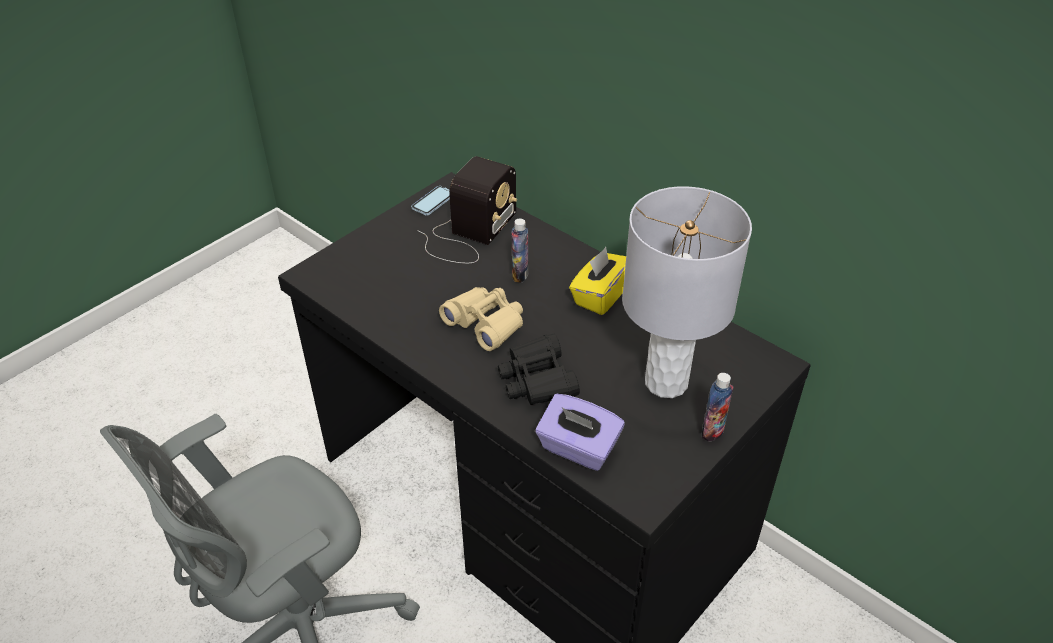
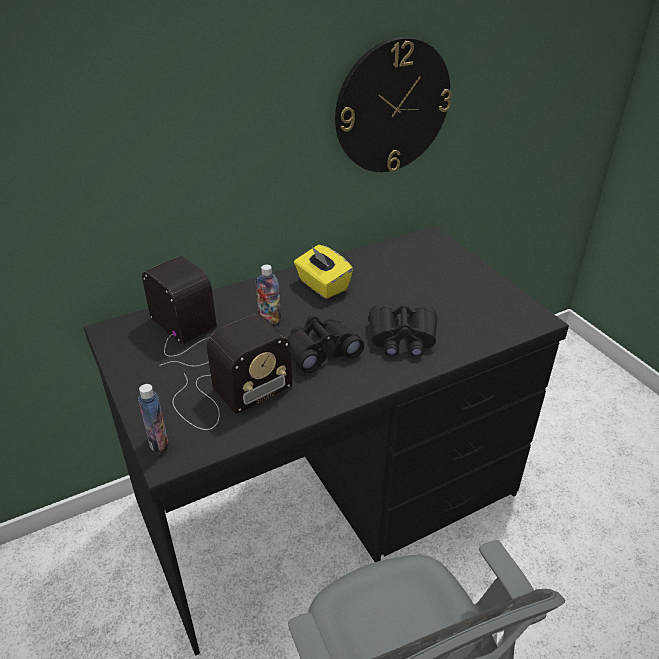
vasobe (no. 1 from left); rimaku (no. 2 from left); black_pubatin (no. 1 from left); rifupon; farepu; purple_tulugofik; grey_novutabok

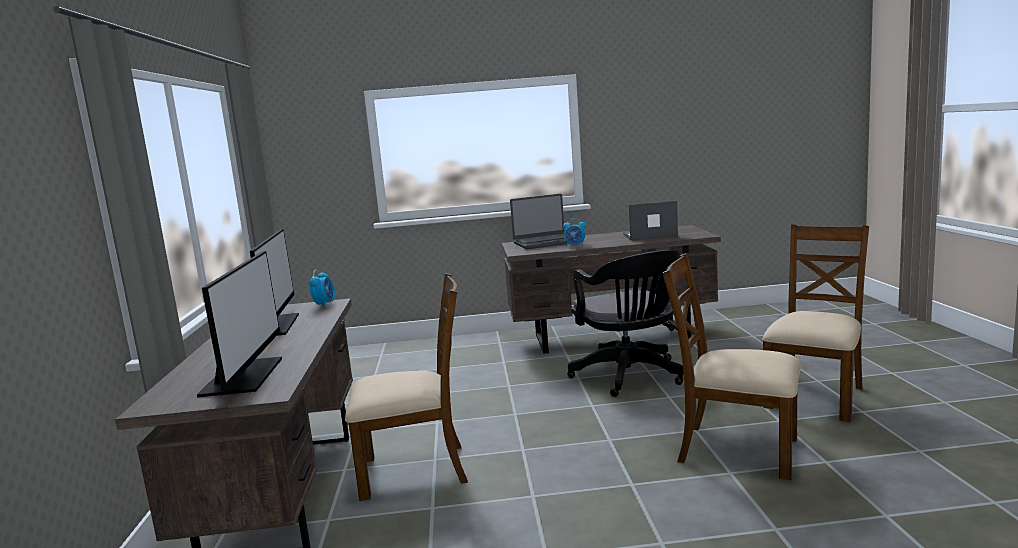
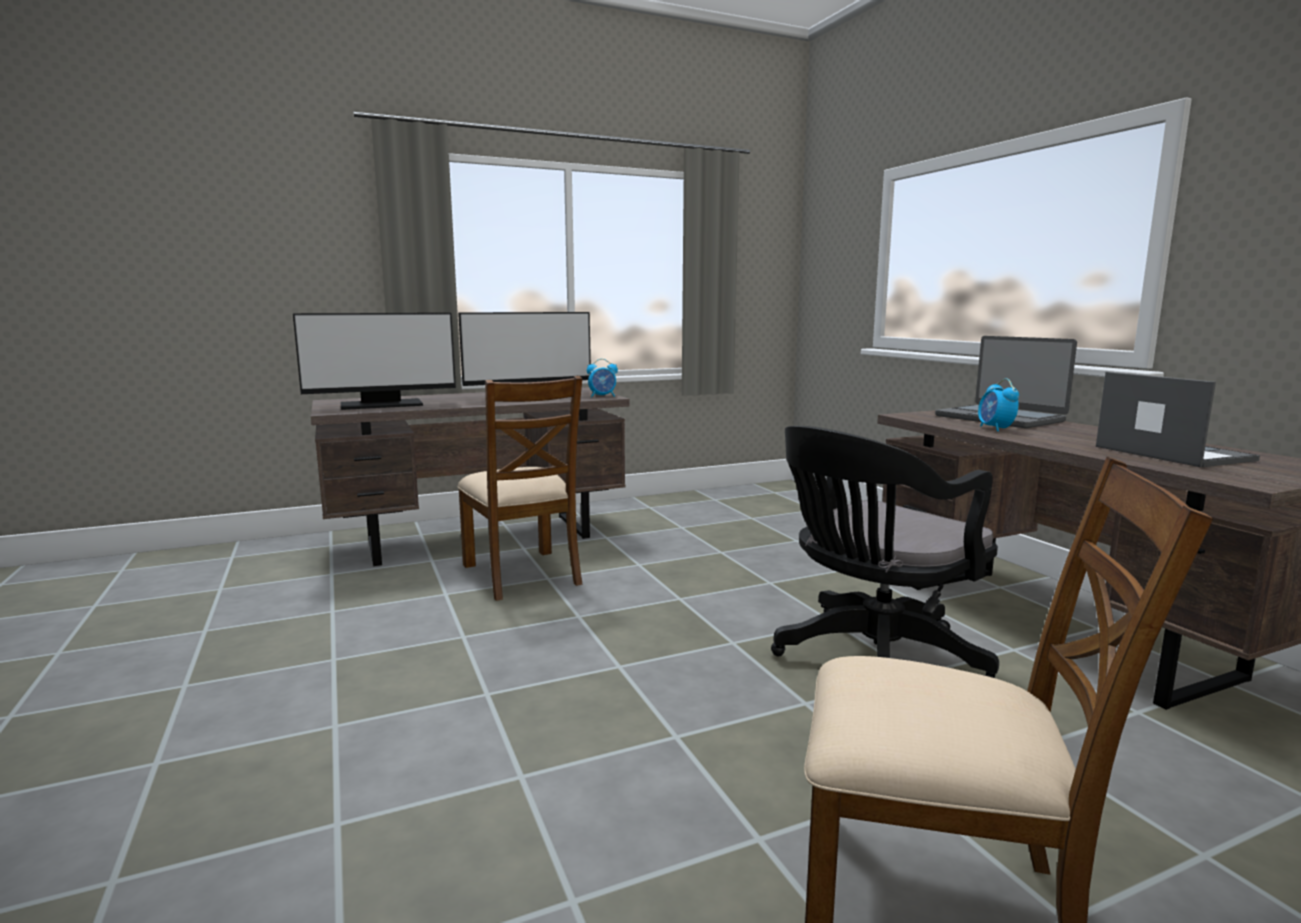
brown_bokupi (no. 2 from left in the first image)

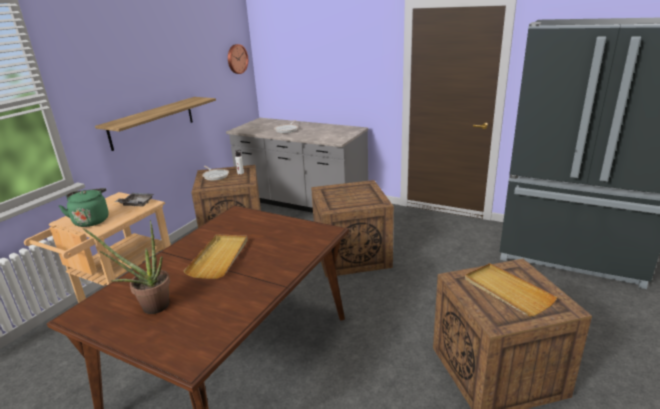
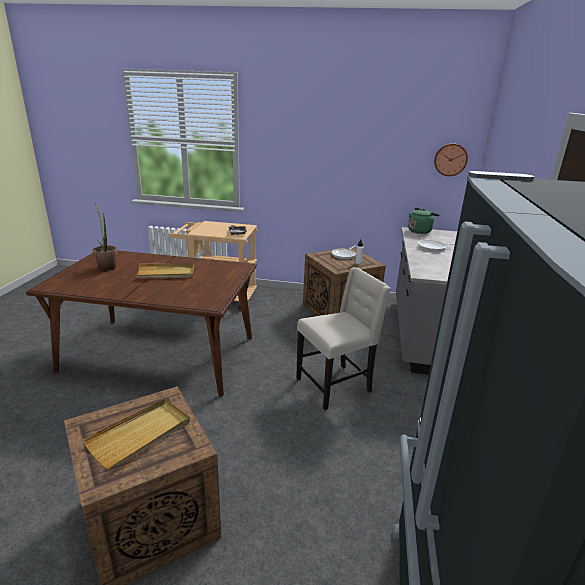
beige_bokupi; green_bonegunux; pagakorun

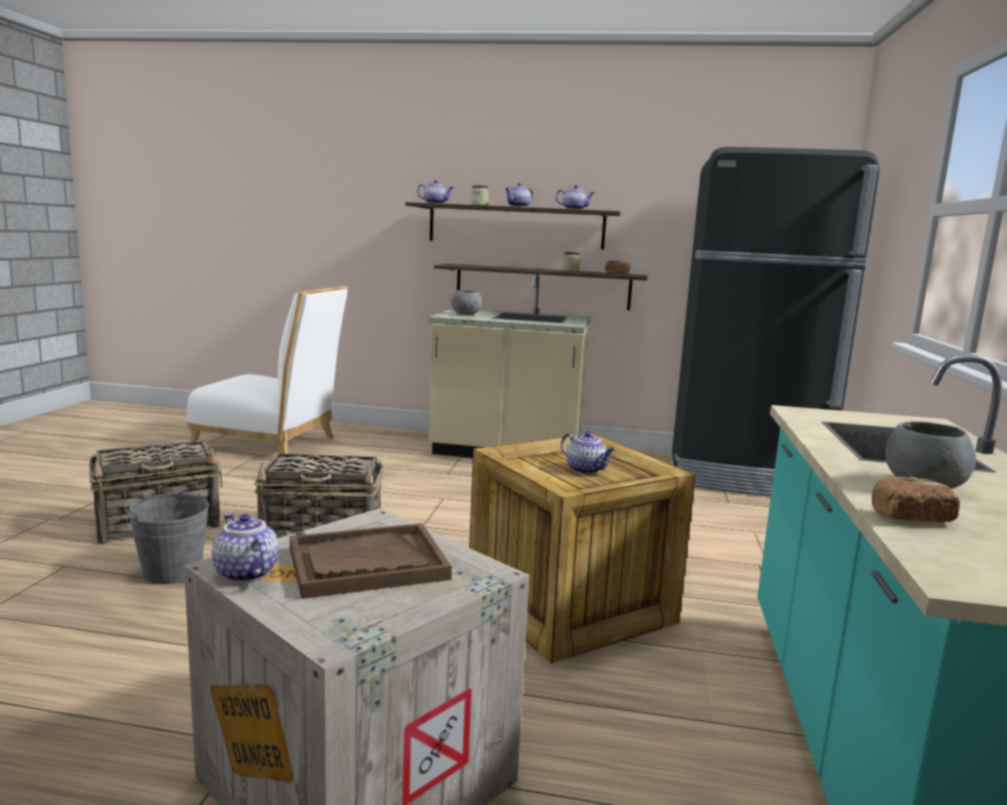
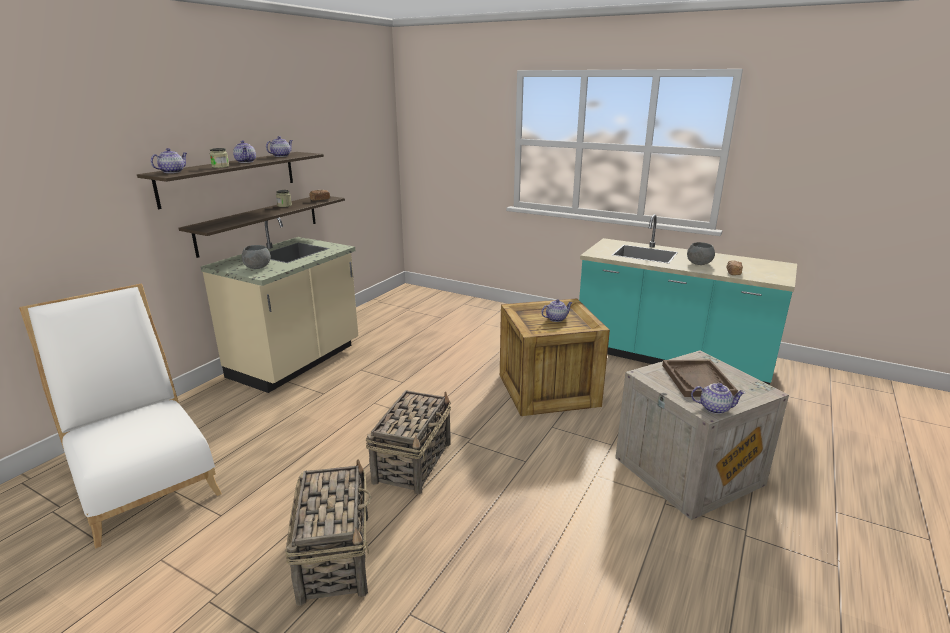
white_bokupi; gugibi (no. 5 from left); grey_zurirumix; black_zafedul

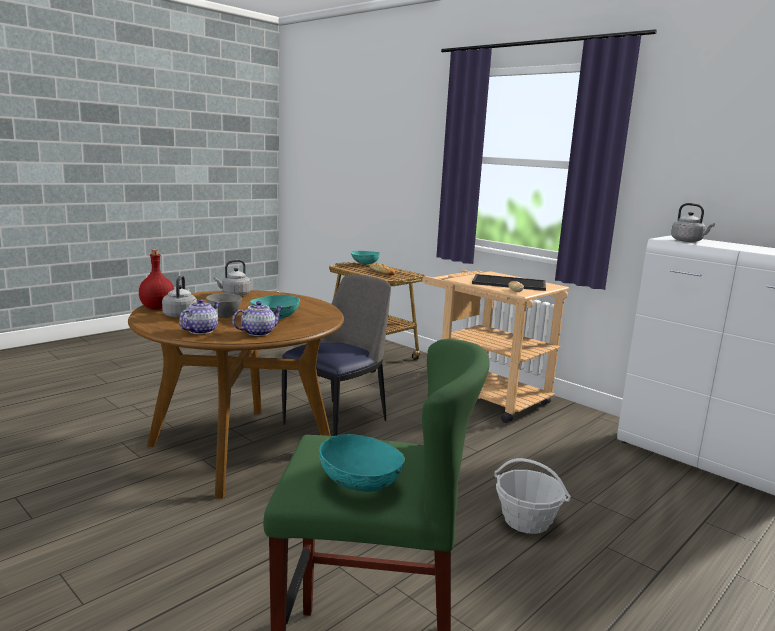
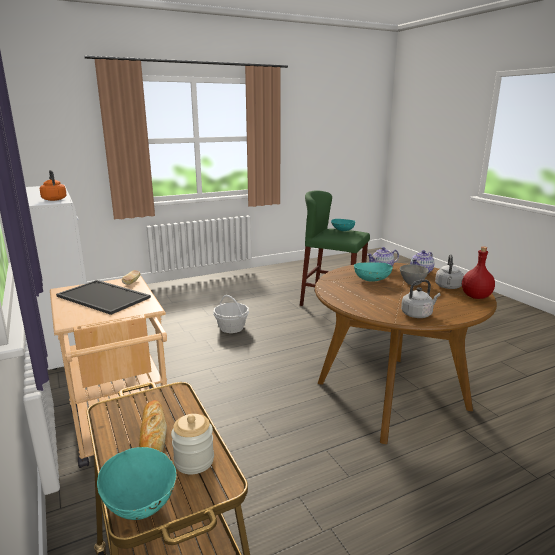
orange_bonegunux; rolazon; bokupi

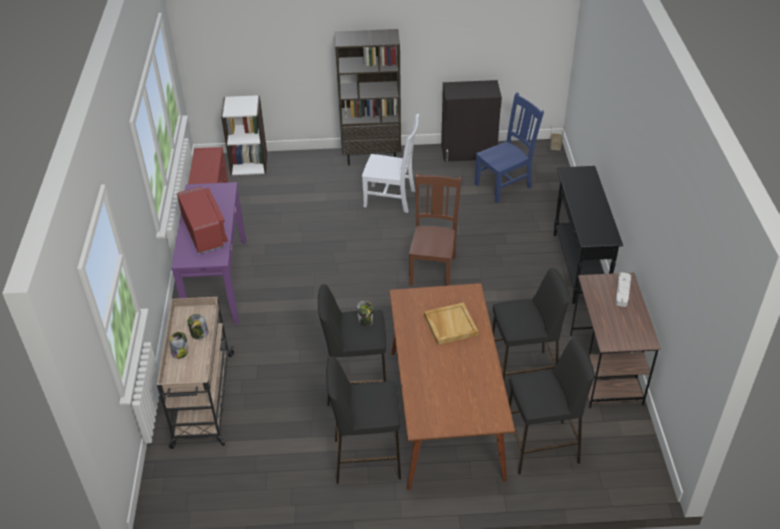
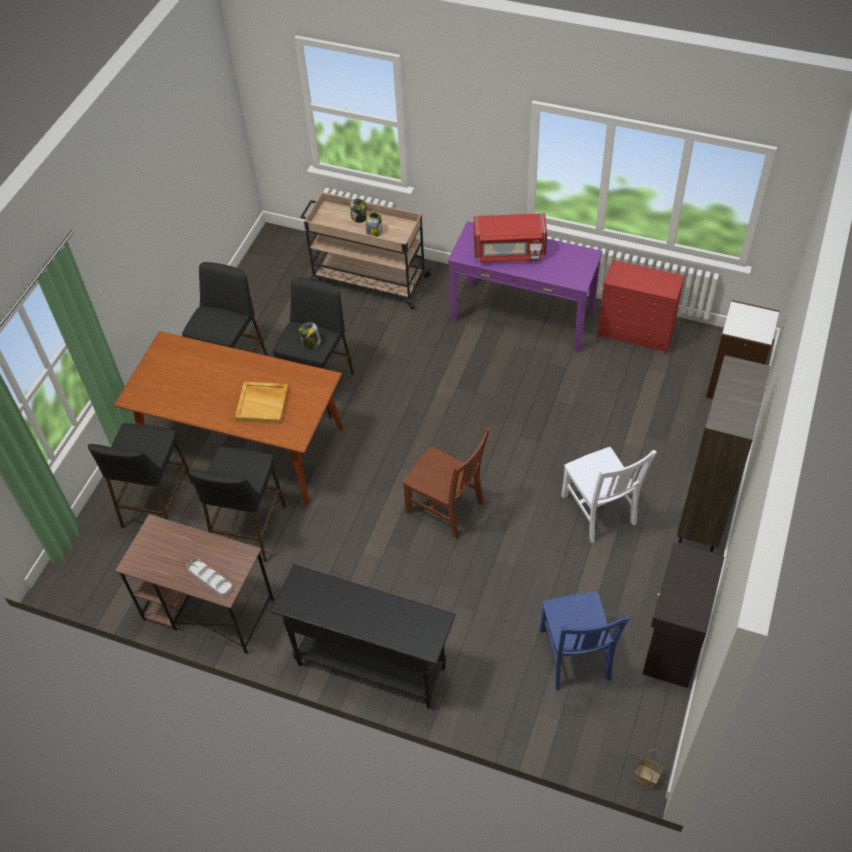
white_bokupi

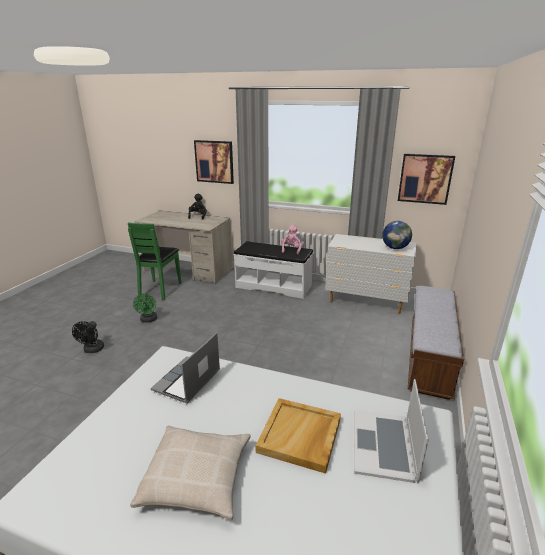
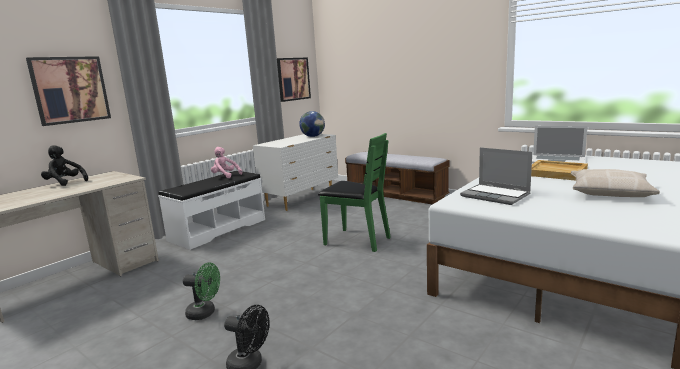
green_bokupi

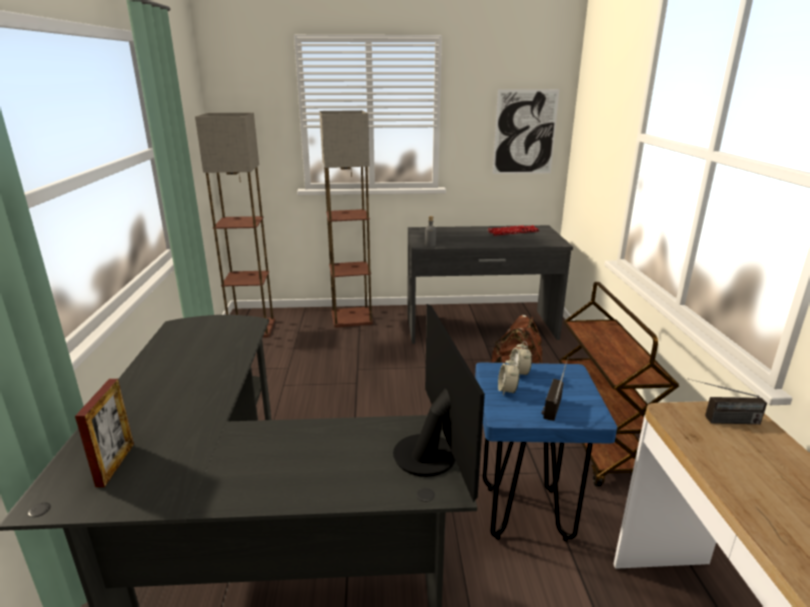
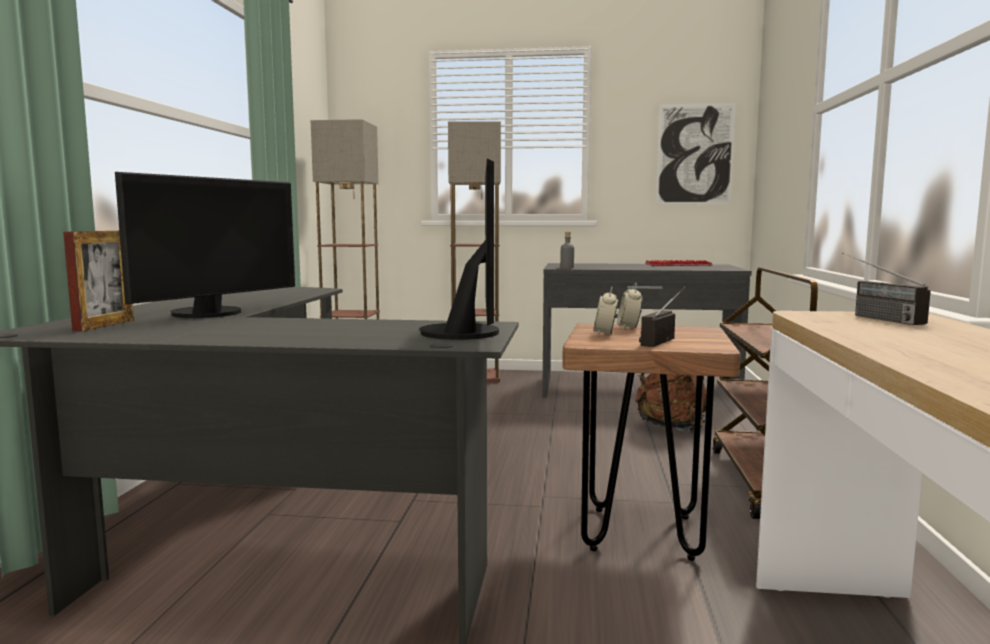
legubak (no. 1 from left); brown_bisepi; rimaku (no. 2 from left)

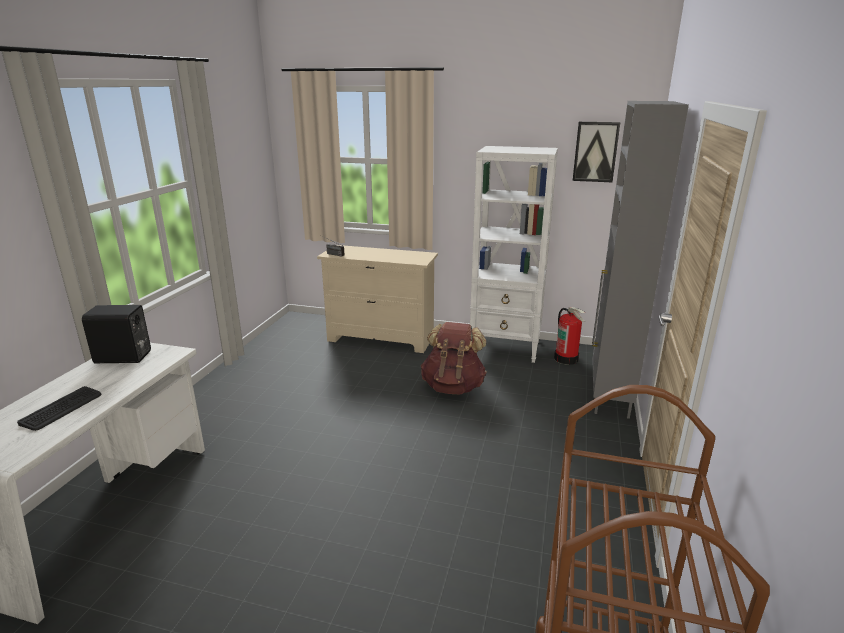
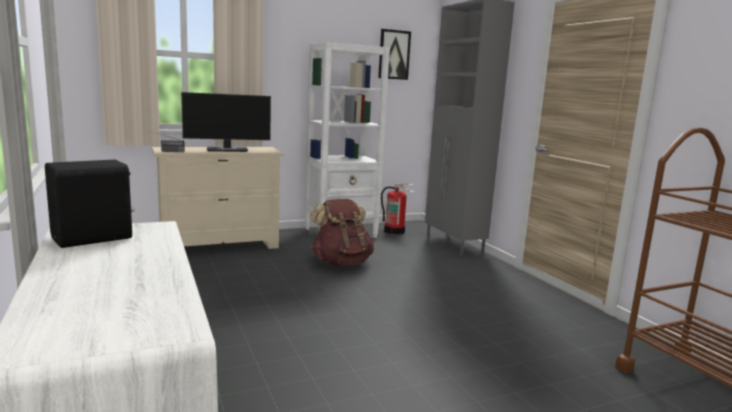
legubak; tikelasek

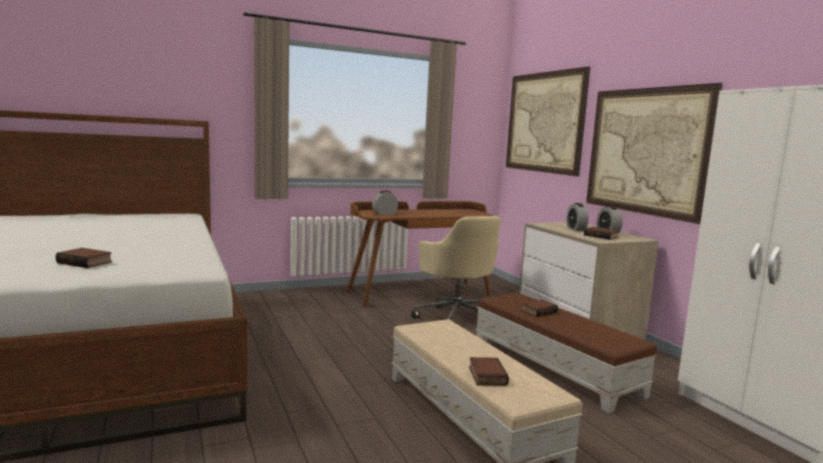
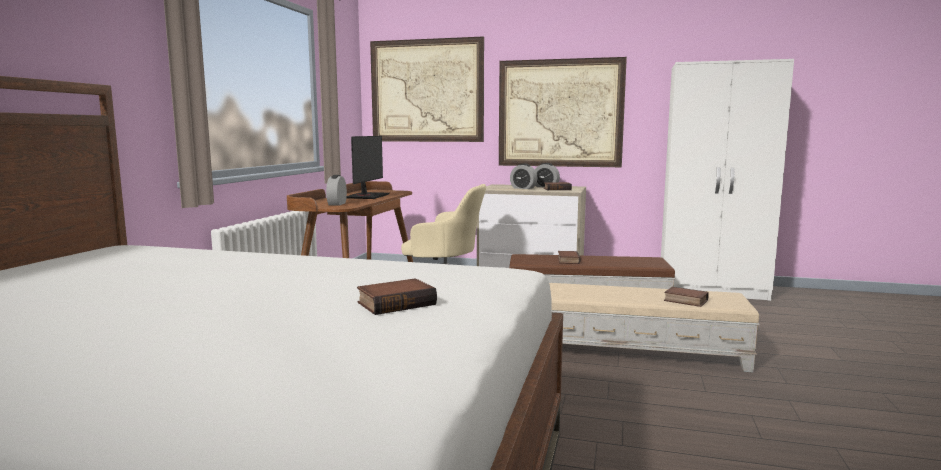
legubak

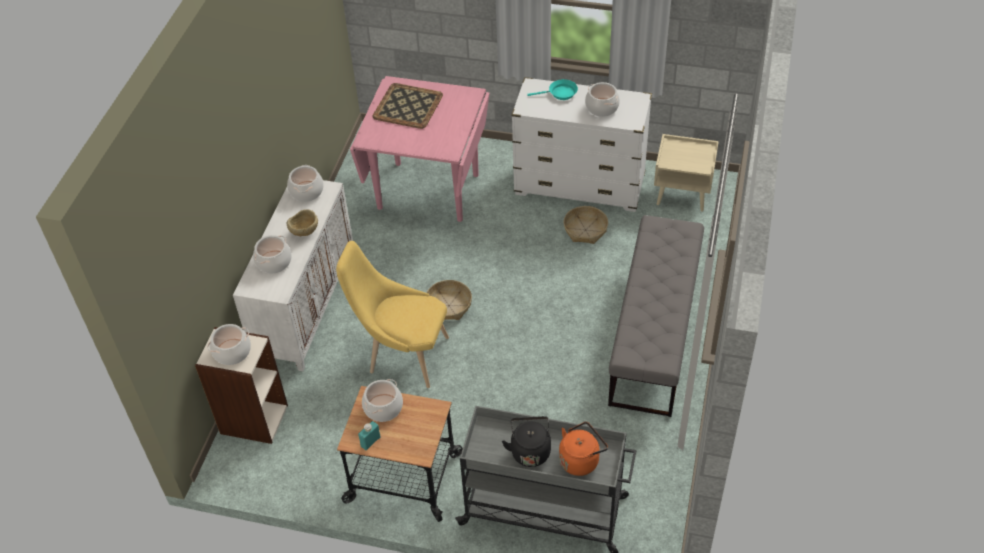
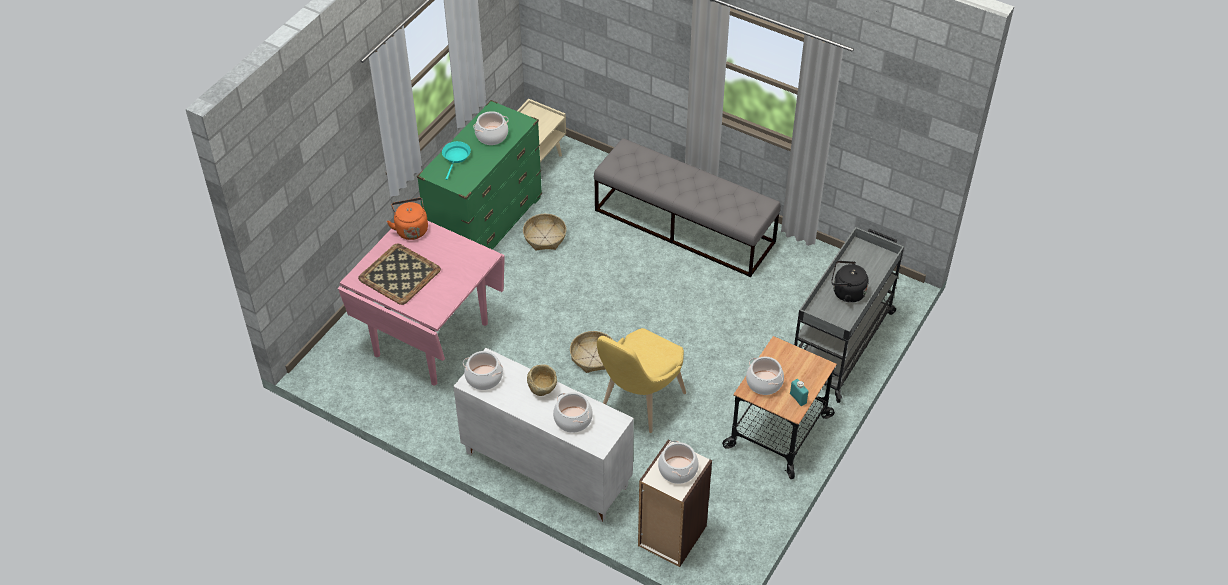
orange_bonegunux; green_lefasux

